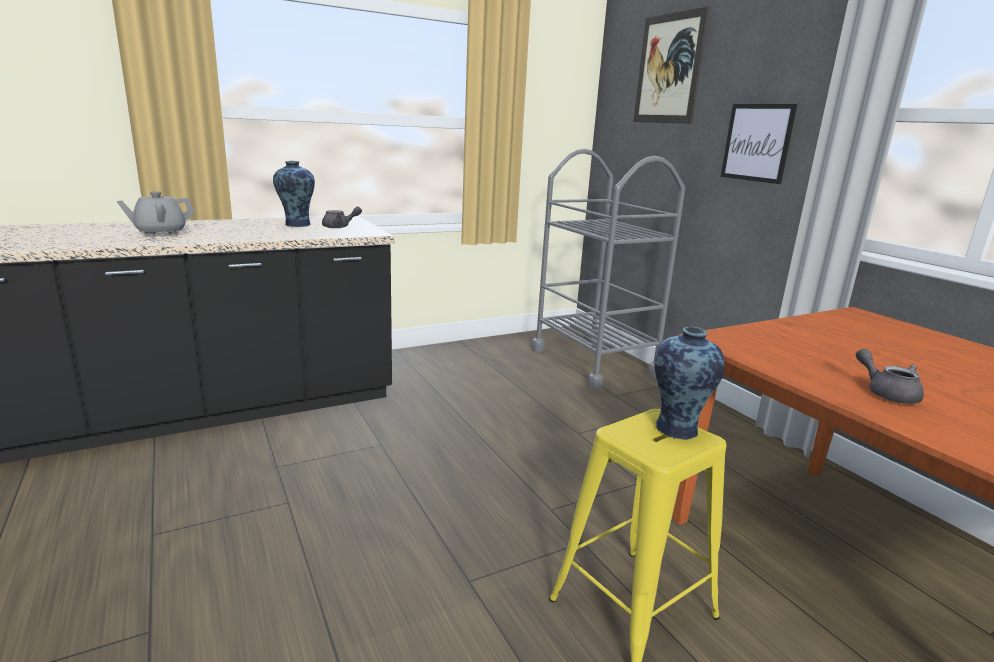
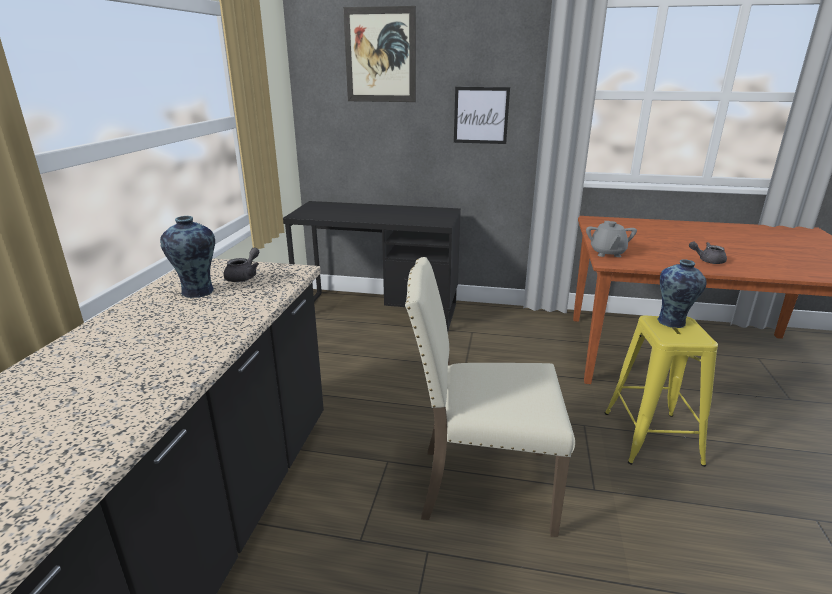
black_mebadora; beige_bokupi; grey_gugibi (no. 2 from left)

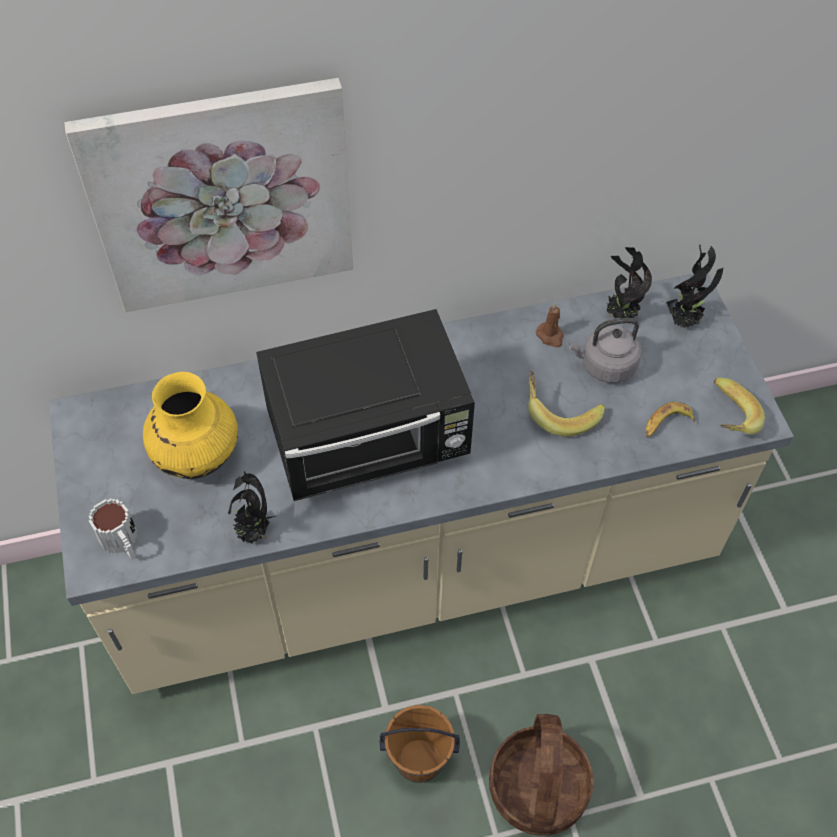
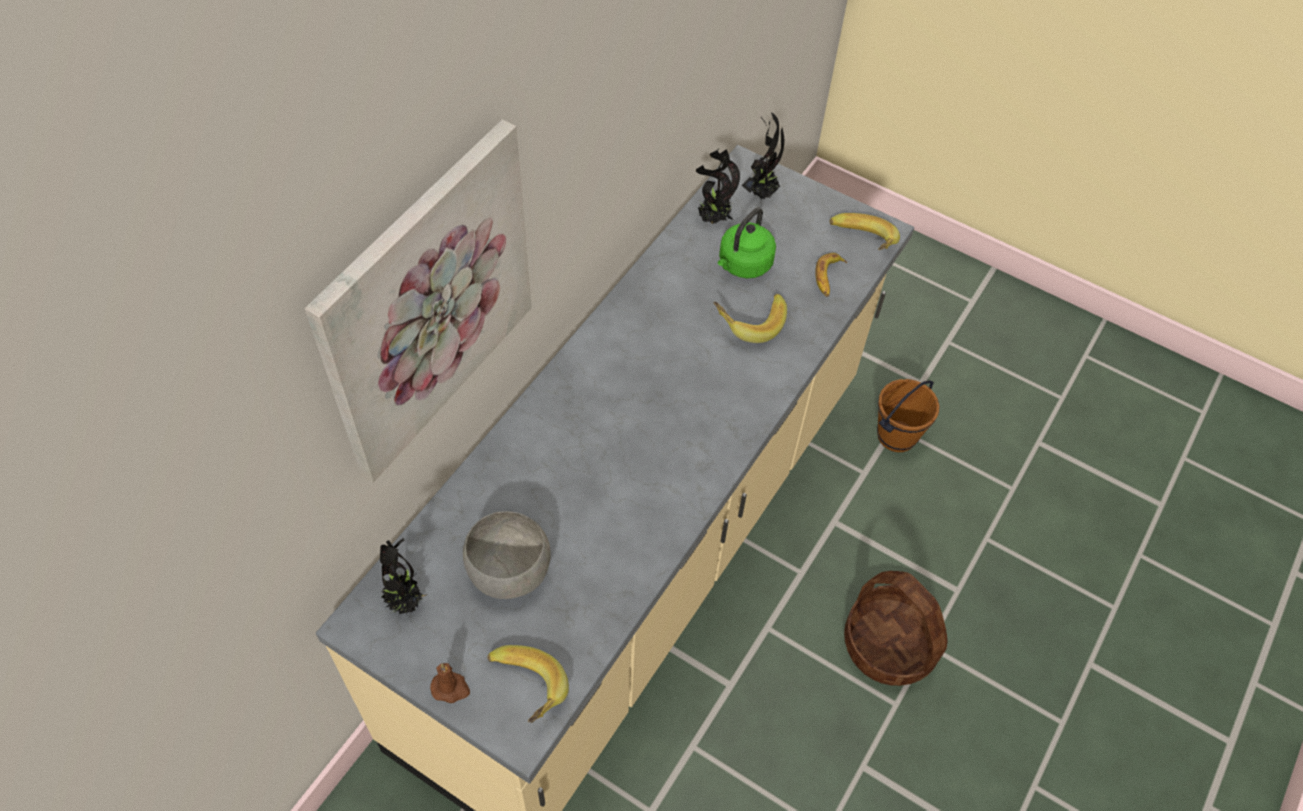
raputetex (no. 1 from left); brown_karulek; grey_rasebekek; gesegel (no. 1 from left); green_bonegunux; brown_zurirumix; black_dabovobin

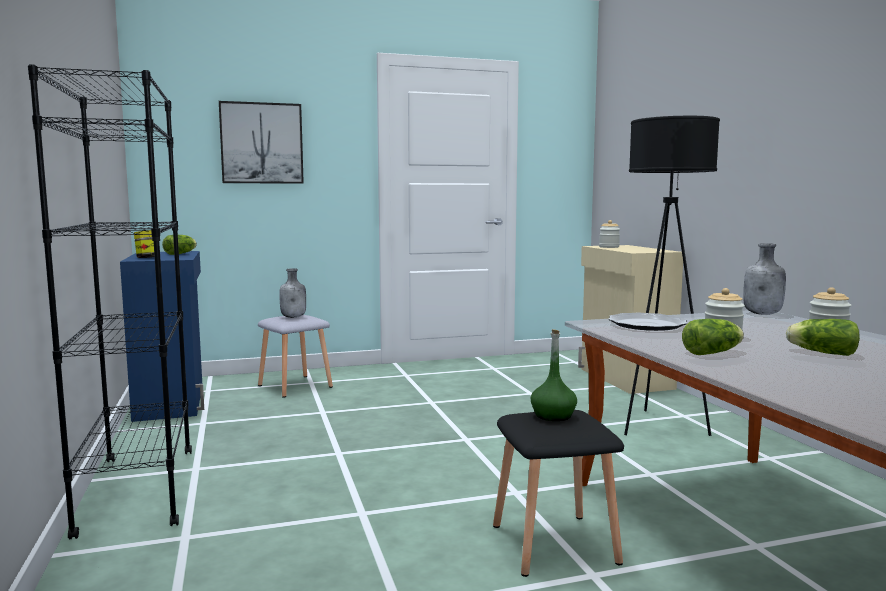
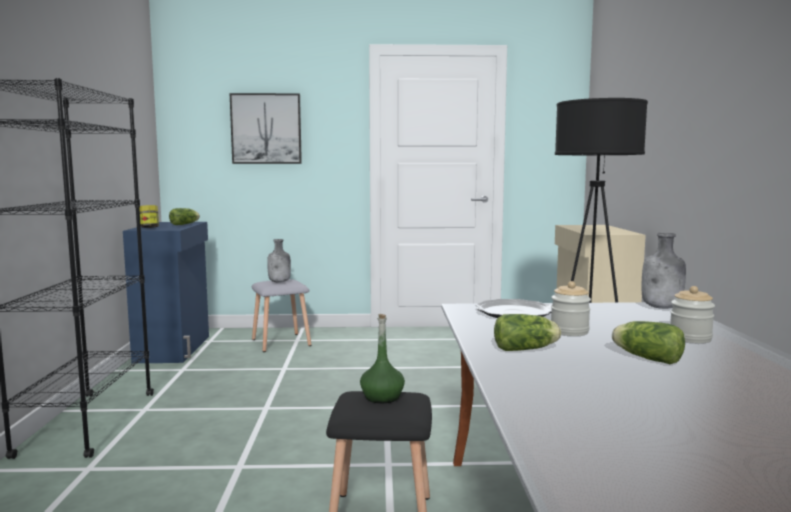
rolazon (no. 2 from left in the first image)

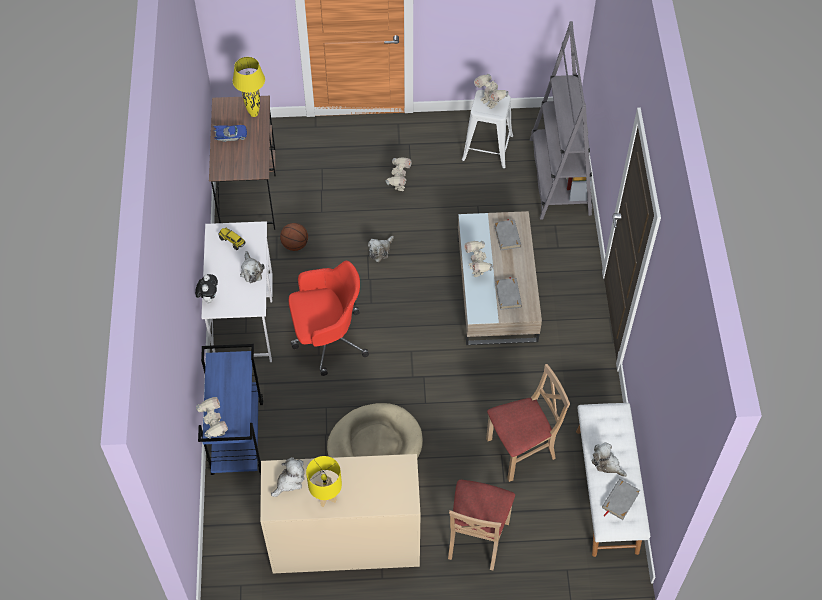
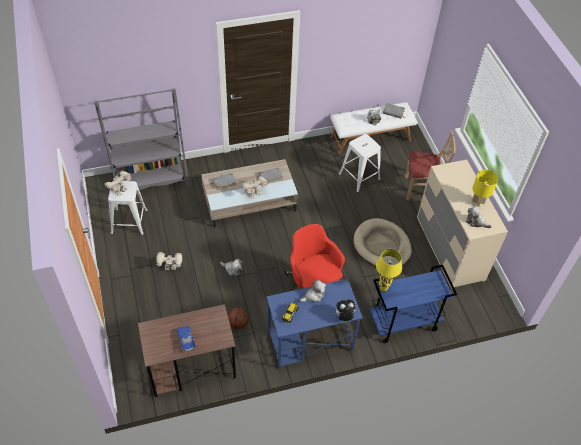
blue_mebadora; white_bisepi (no. 2 from left); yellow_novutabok (no. 1 from left); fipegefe (no. 1 from left in the first image)

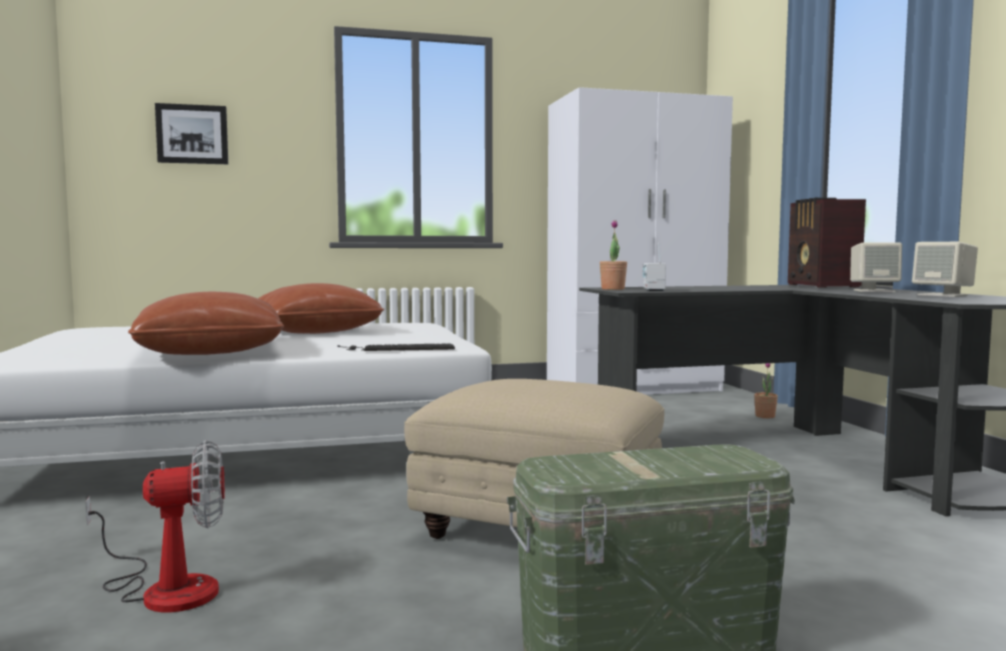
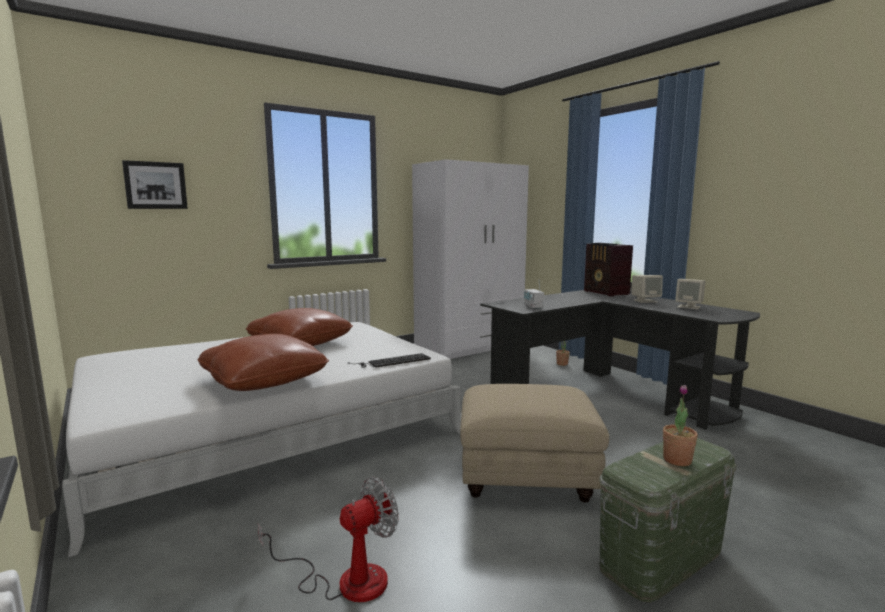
raputetex (no. 2 from left)

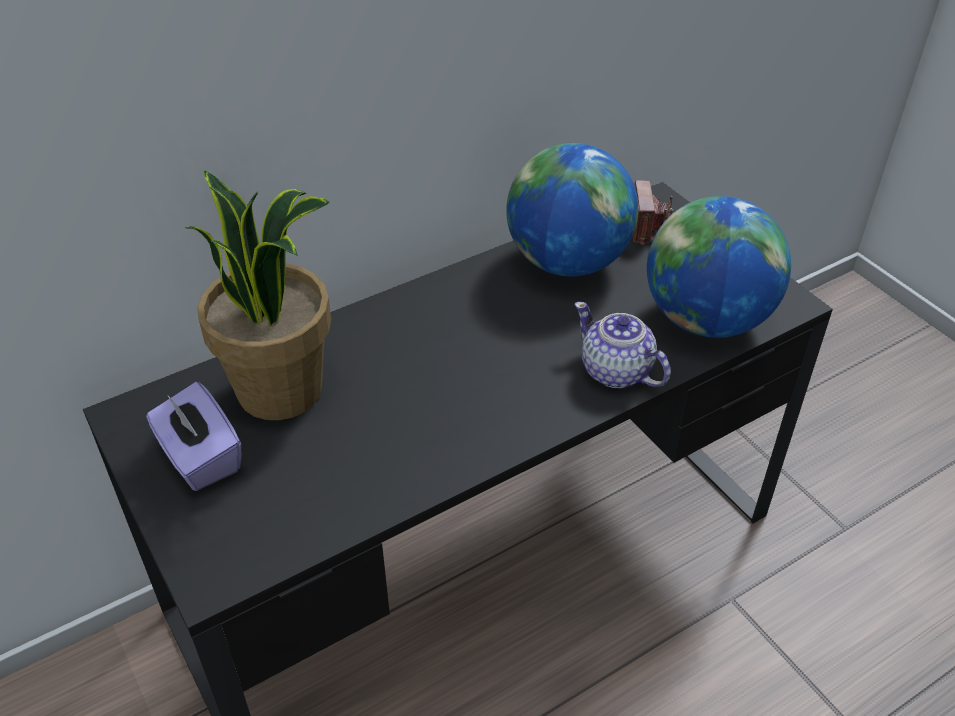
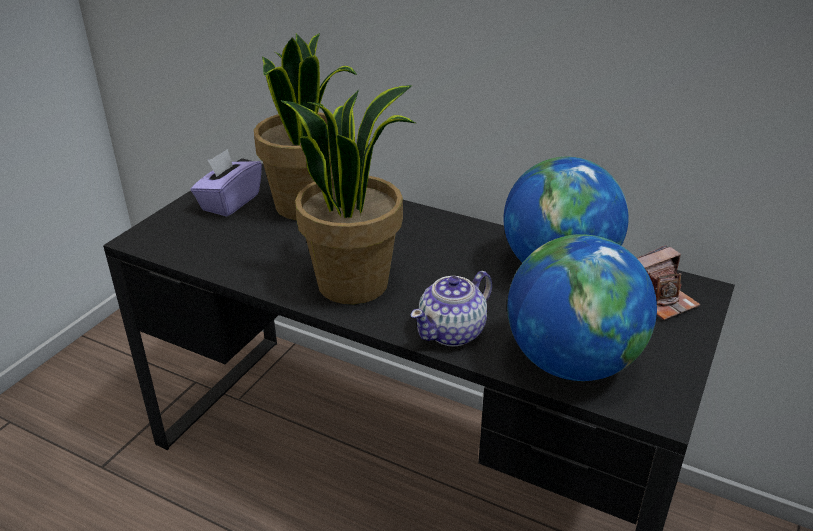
raputetex (no. 2 from left); gugibi

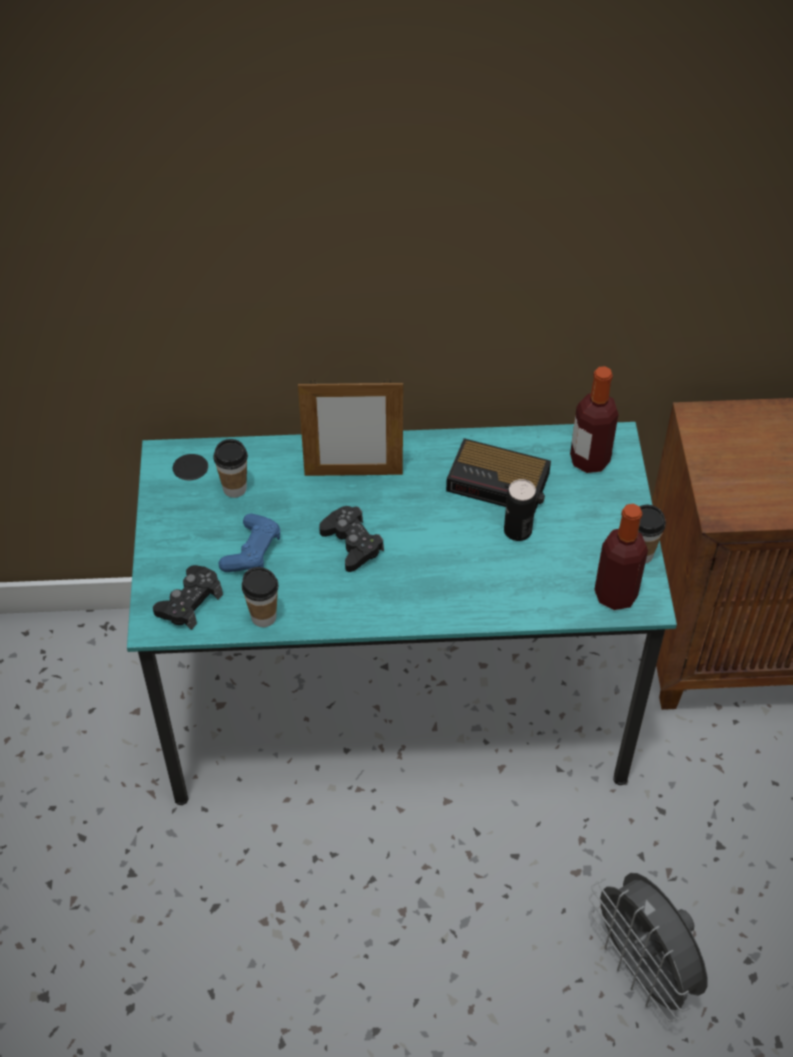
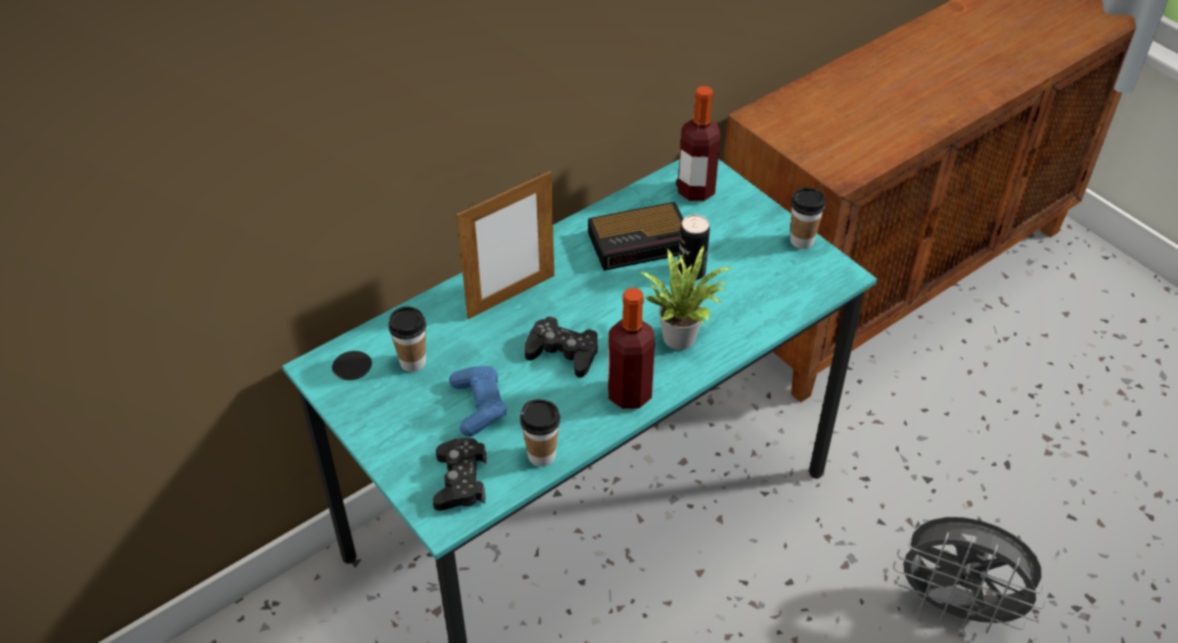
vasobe (no. 1 from left); raputetex

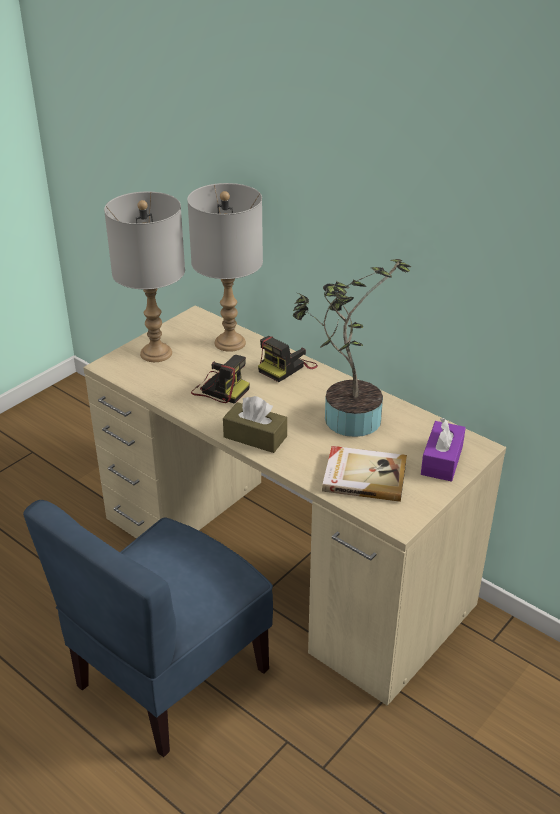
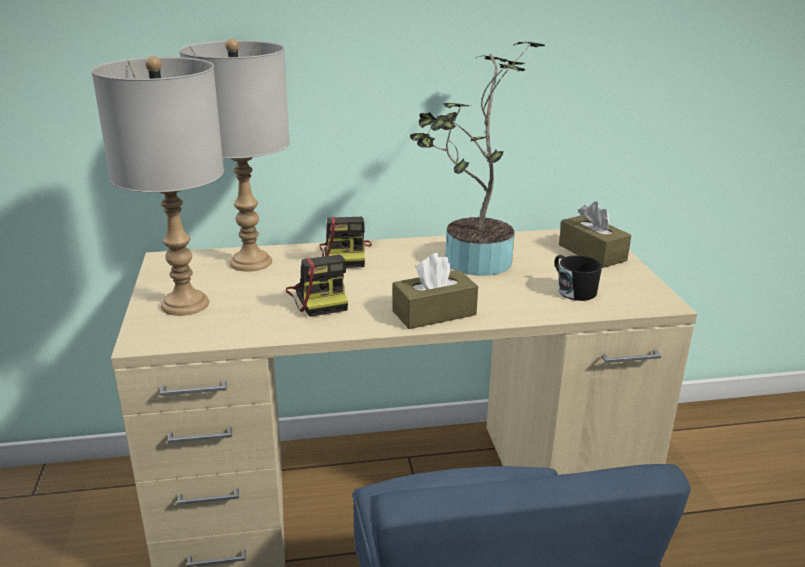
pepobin (no. 1 from left); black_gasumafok; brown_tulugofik (no. 2 from left)

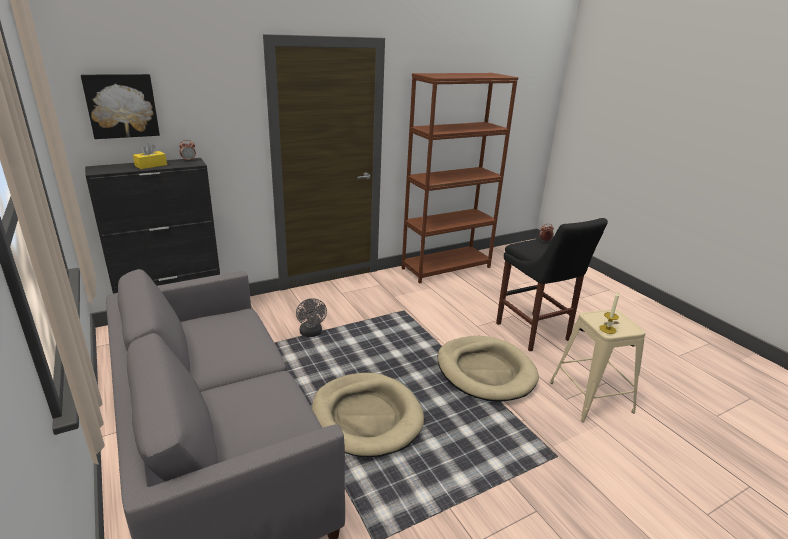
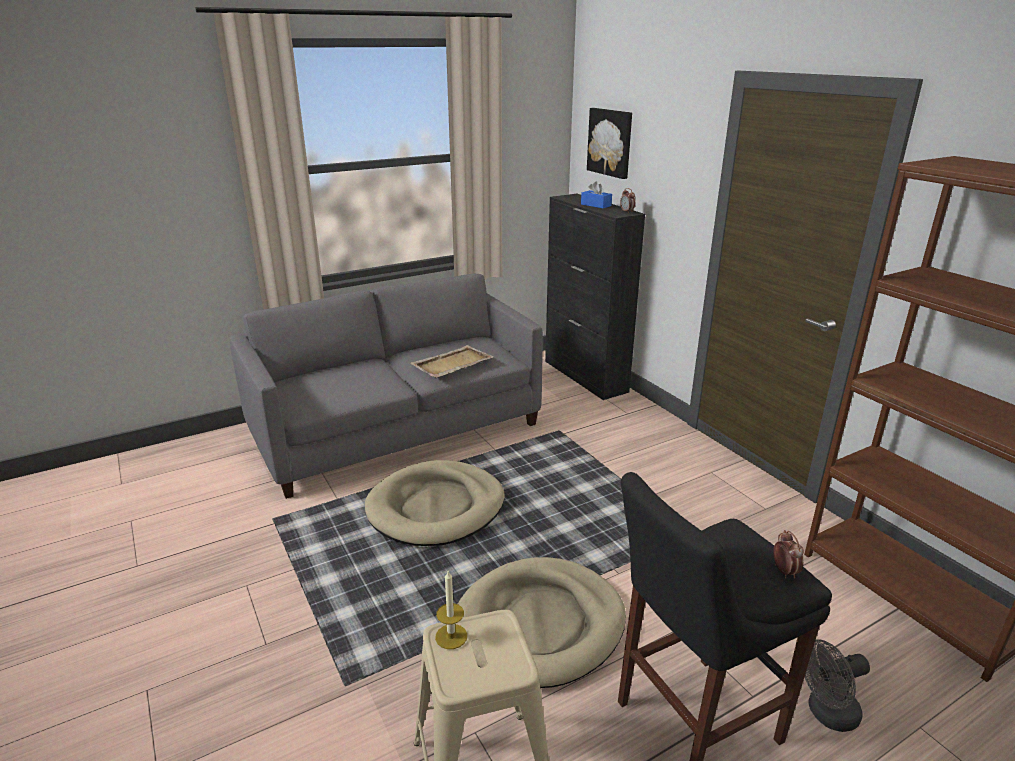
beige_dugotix; blue_tulugofik; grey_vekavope

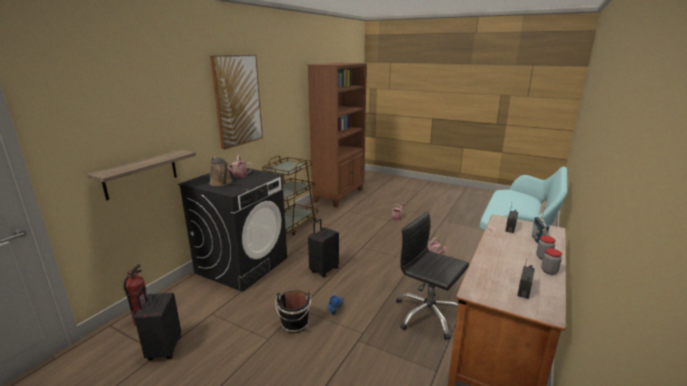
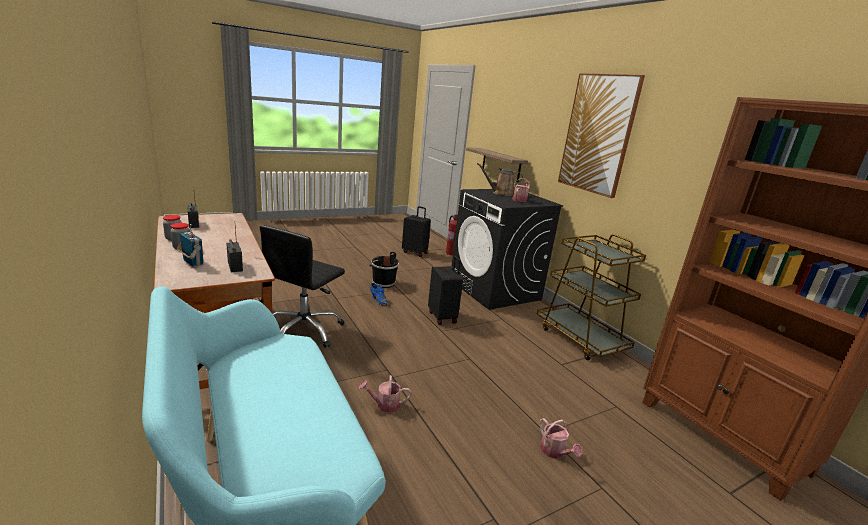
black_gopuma

